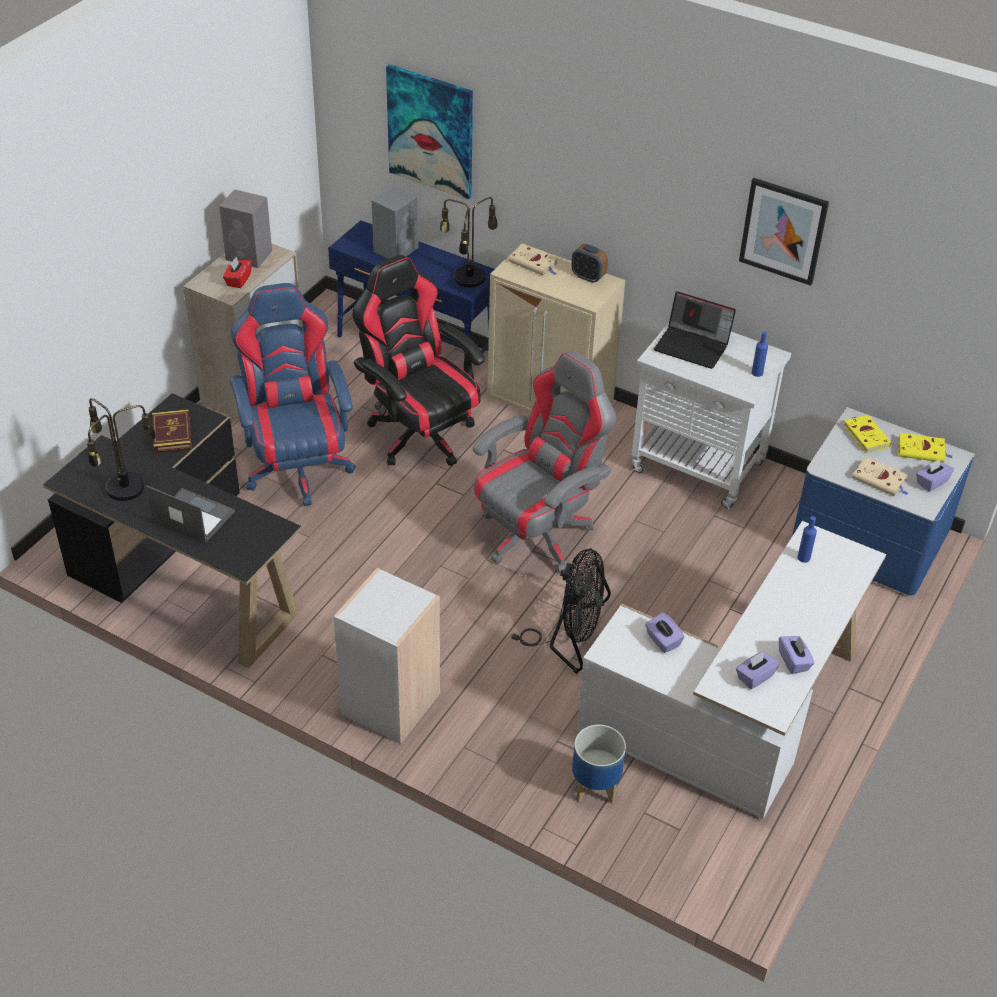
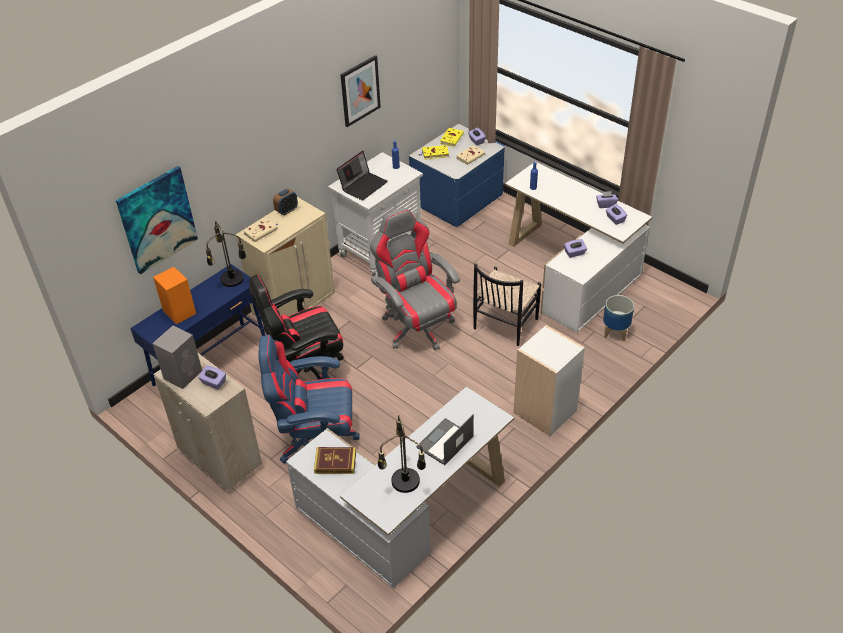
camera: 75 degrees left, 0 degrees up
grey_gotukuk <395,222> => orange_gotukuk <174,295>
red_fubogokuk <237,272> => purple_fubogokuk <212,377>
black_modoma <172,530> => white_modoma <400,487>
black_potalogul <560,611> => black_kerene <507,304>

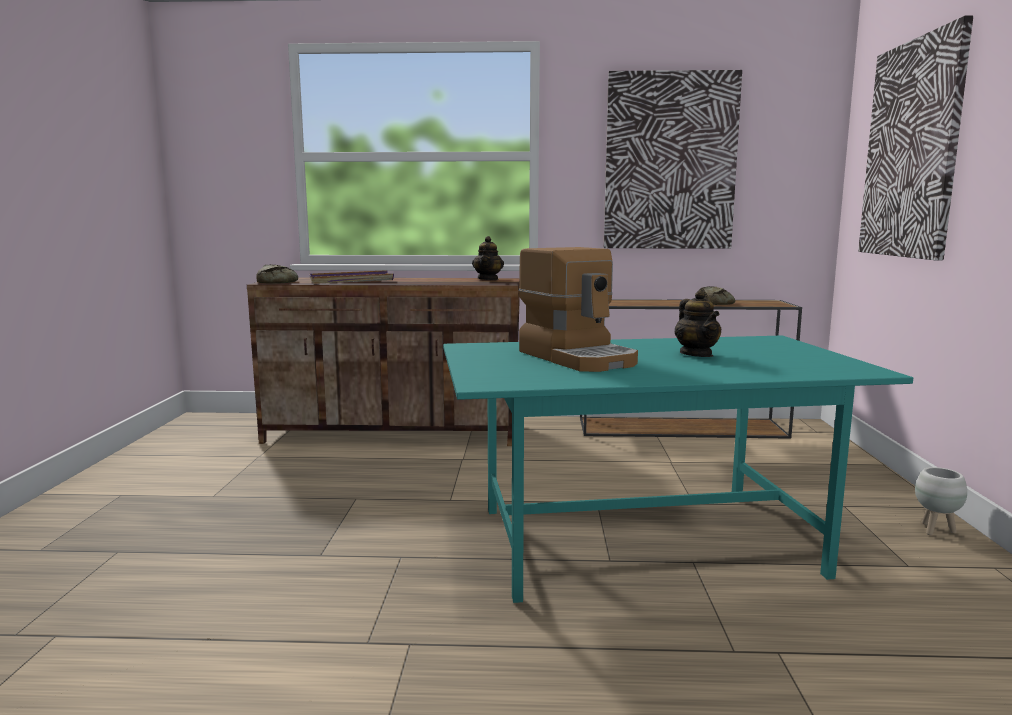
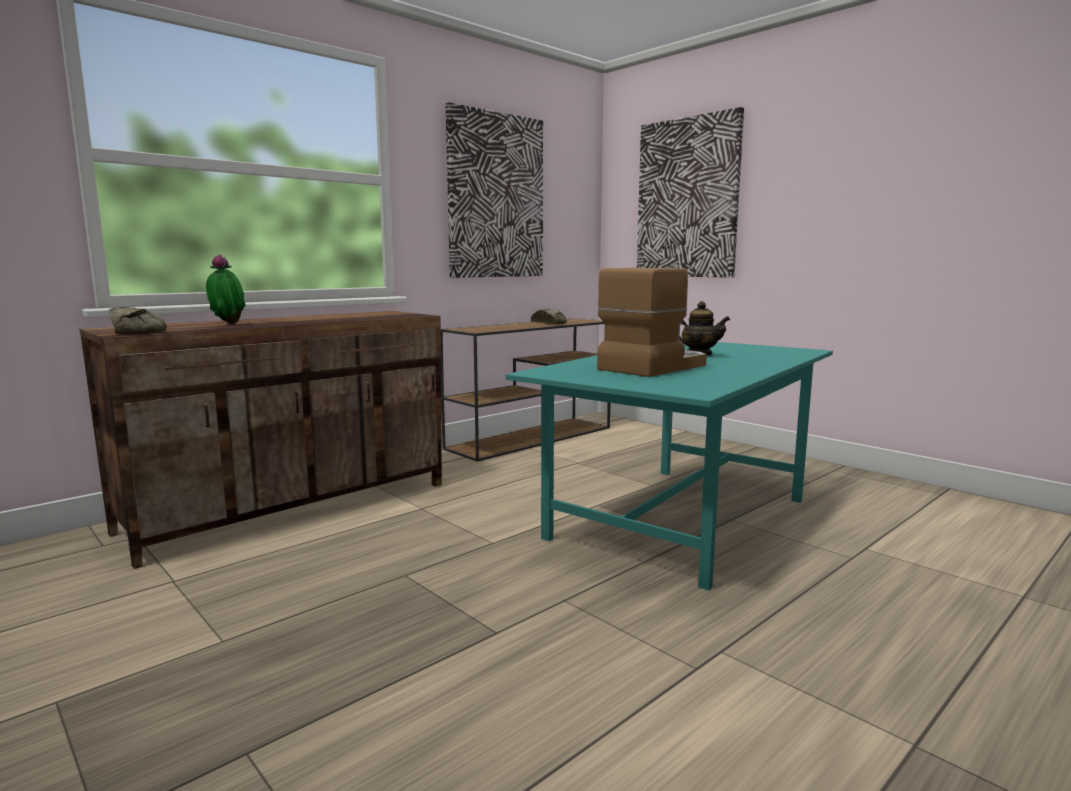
camera: 45 degrees left, 0 degrees up
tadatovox <488,258> => nothing
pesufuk <578,309> => pesufuk <652,322>, 60 degrees counterclockwise
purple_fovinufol <352,277> => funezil <226,289>
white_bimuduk <941,501> => nothing

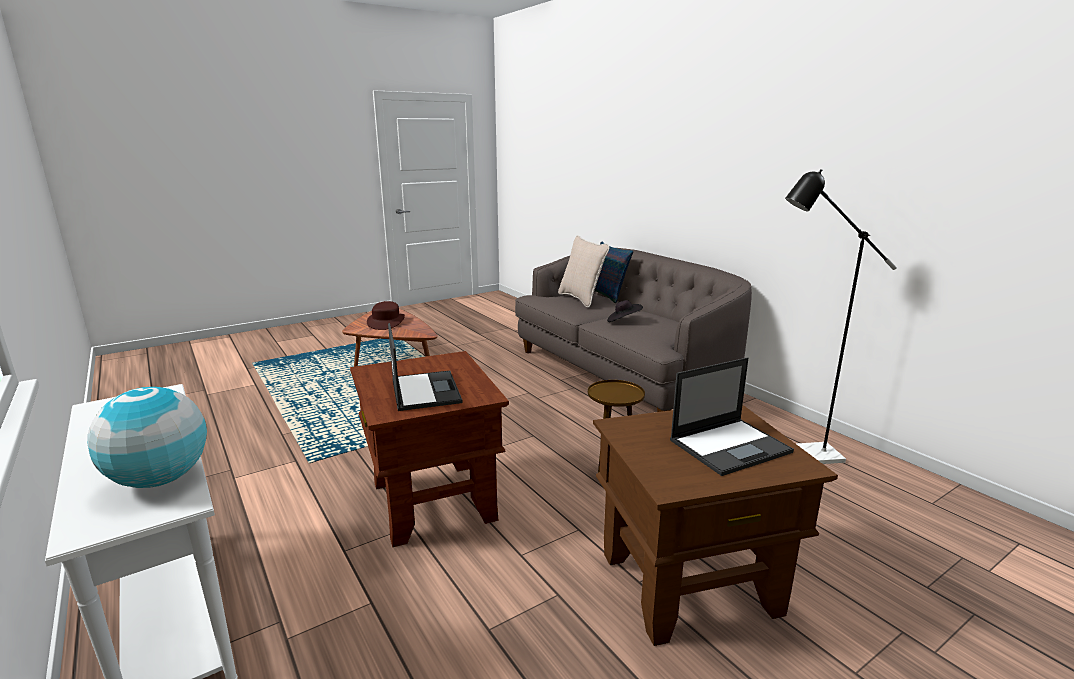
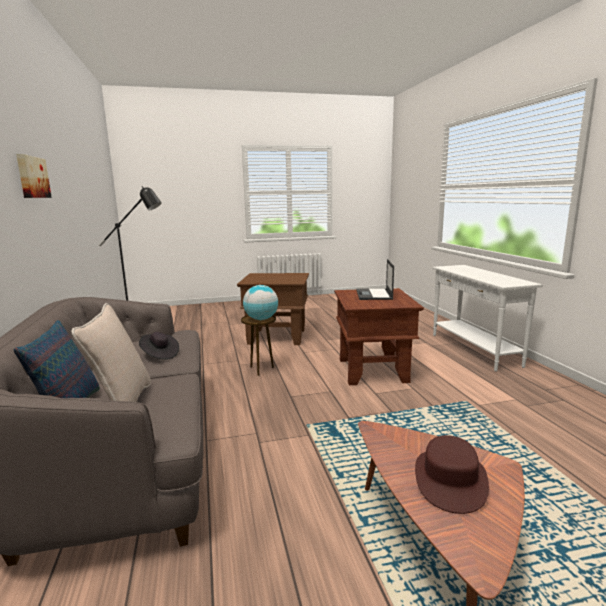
camera: 160 degrees left, 5 degrees down
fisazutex <732,416> => nothing
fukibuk <147,437> => fukibuk <260,302>, moved
nothing => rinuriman <34,176>

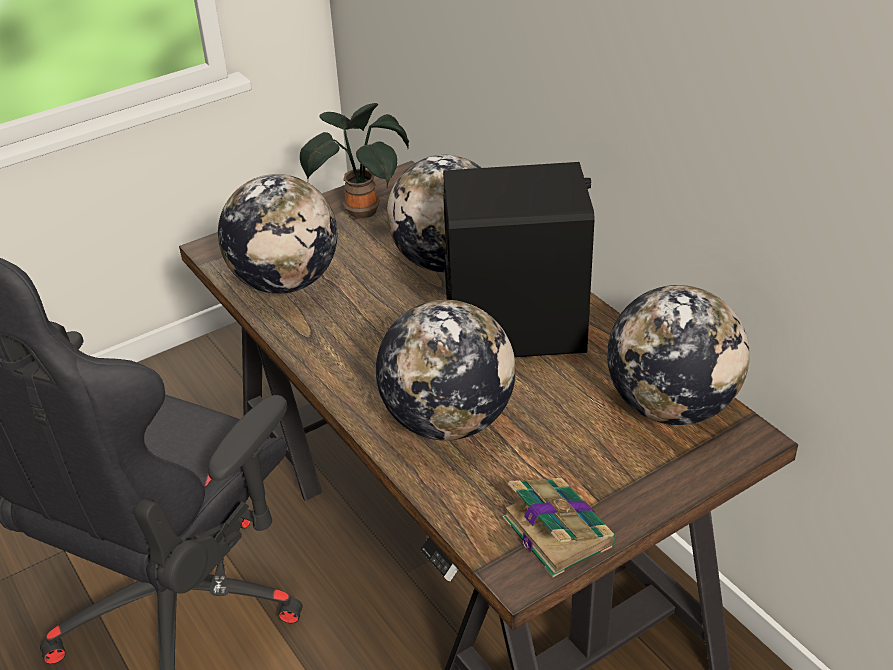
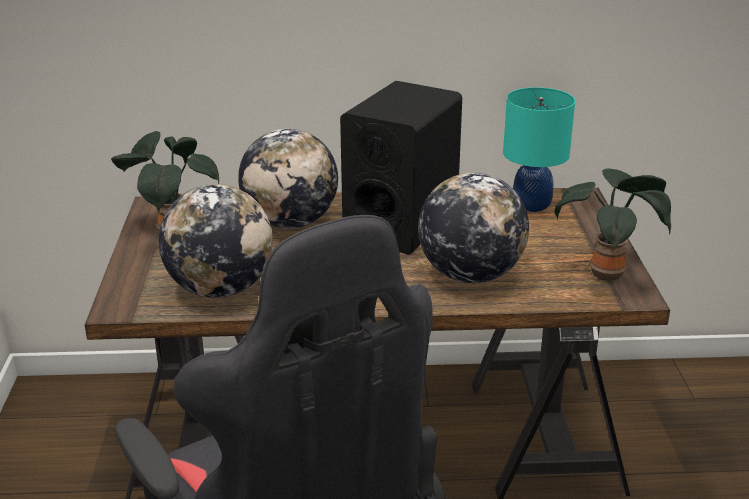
camera: 60 degrees left, 10 degrees down
fukibuk <678,355> => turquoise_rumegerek <539,149>
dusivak <559,528> => funezil <613,224>

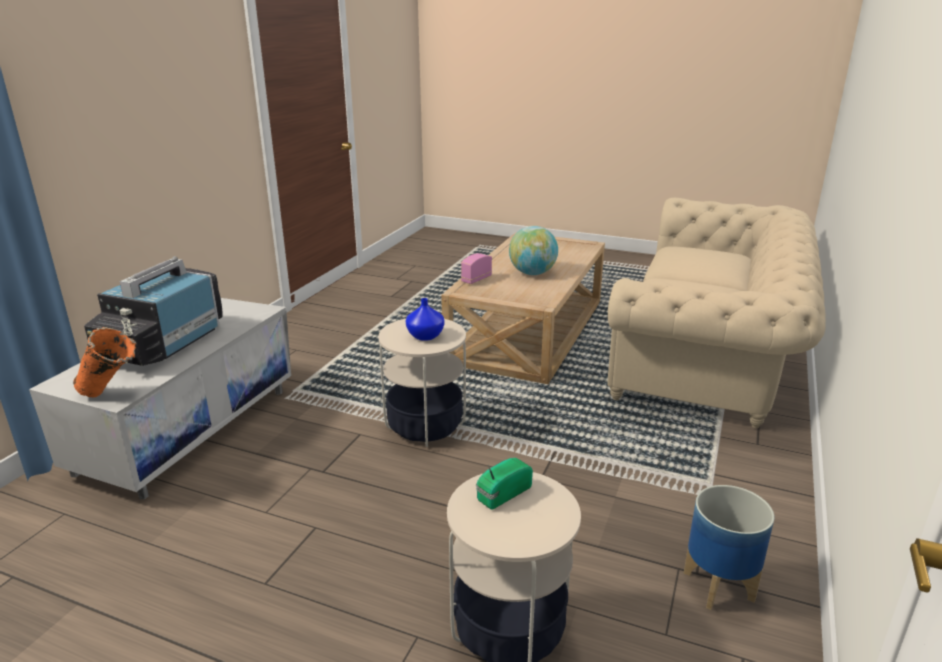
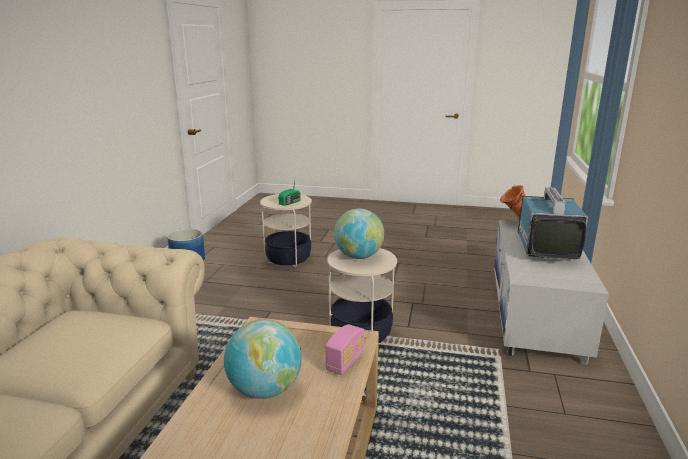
camera: 170 degrees right, 5 degrees down
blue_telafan <425,319> => fukibuk <359,234>

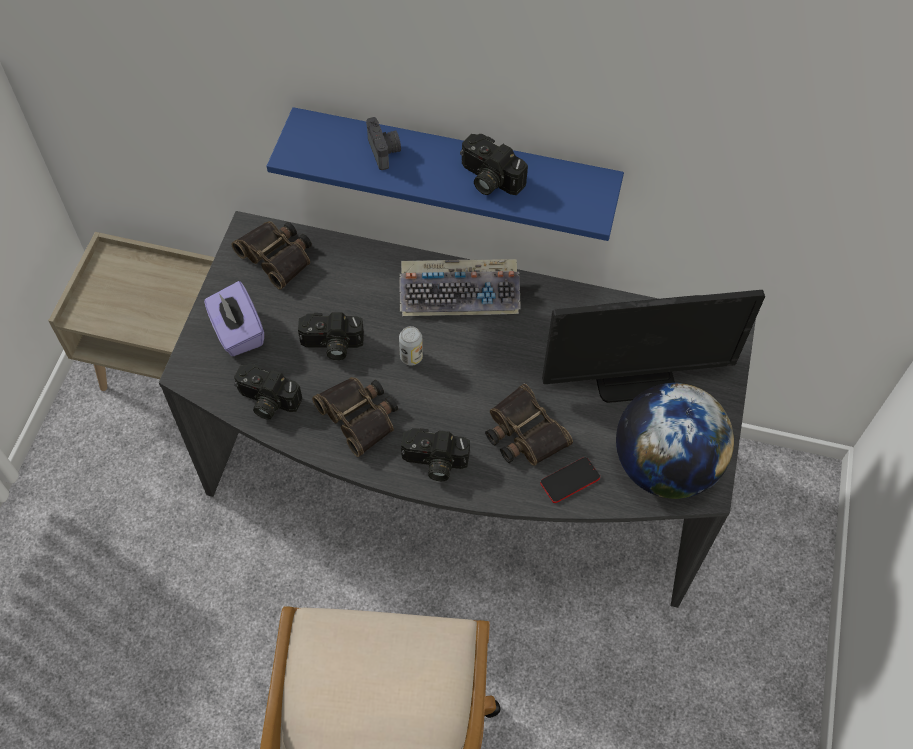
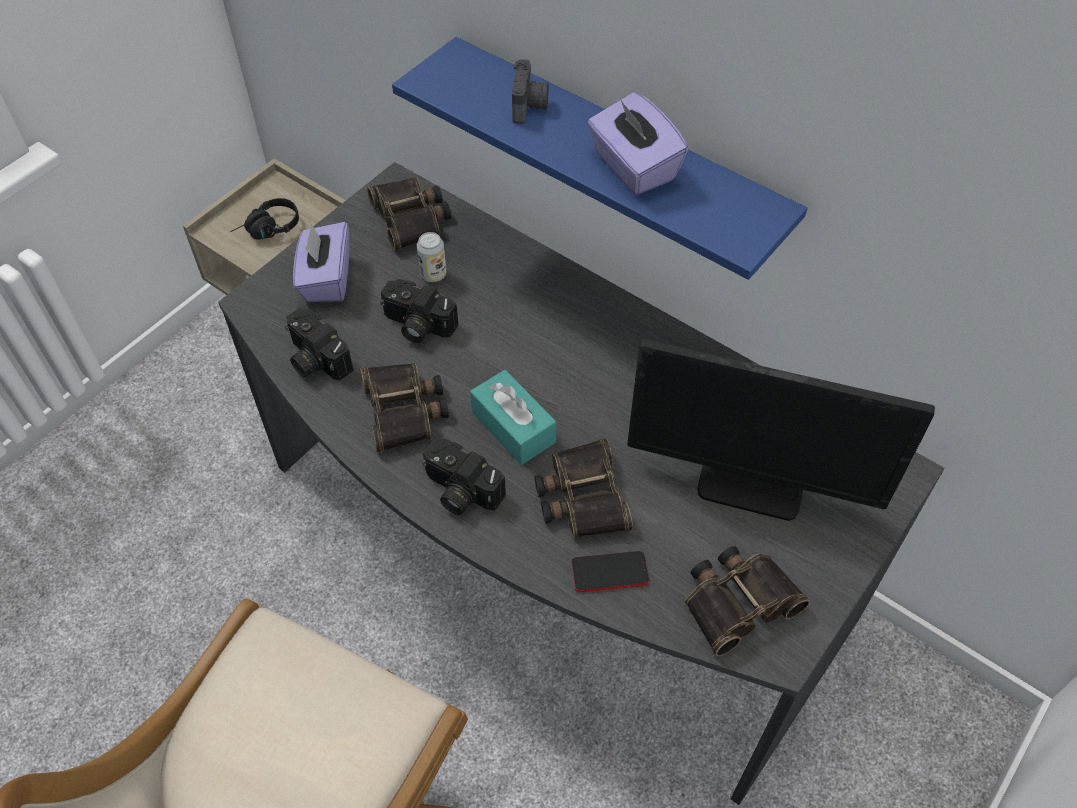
camera: 25 degrees right, 5 degrees down
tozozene <494,164> => purple_fubogokuk <638,143>
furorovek <460,287> => nothing
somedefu <411,346> => somedefu <431,257>, moved
fukibuk <675,441> => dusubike <747,601>
nothing => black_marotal <264,219>
nothing => turquoise_fubogokuk <513,417>

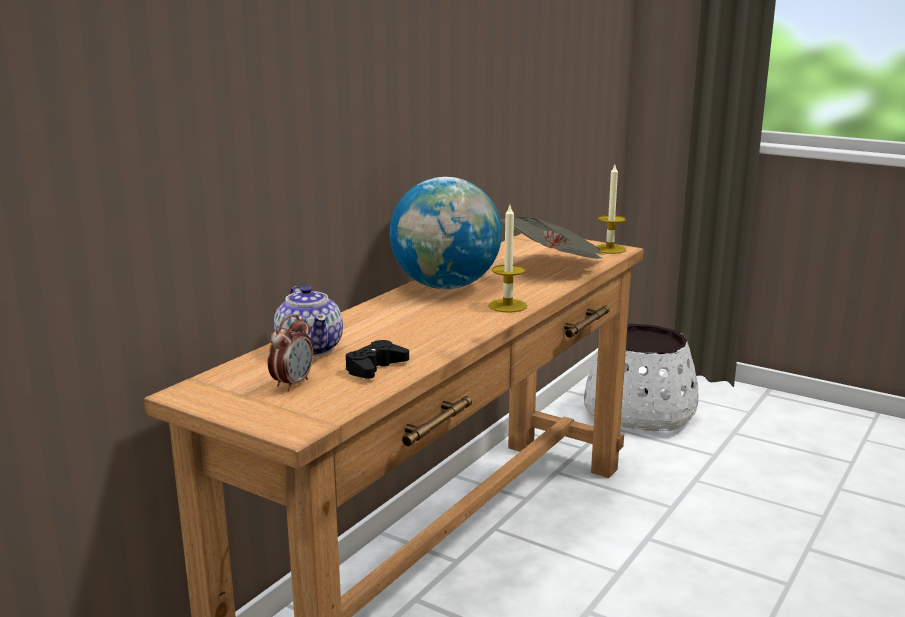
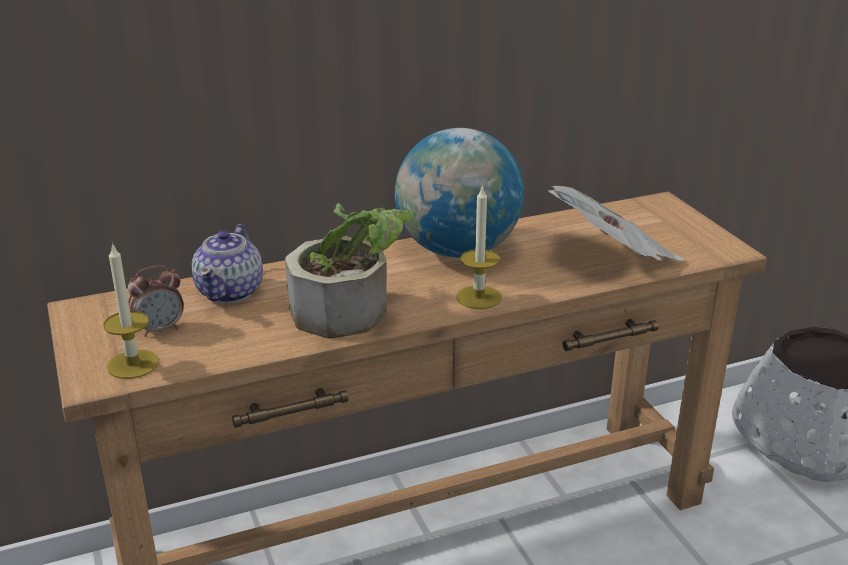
camera: 35 degrees right, 10 degrees up
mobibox <611,209> => mobibox <131,311>, moved
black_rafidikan <377,359> => nothing
nothing => funezil <349,270>

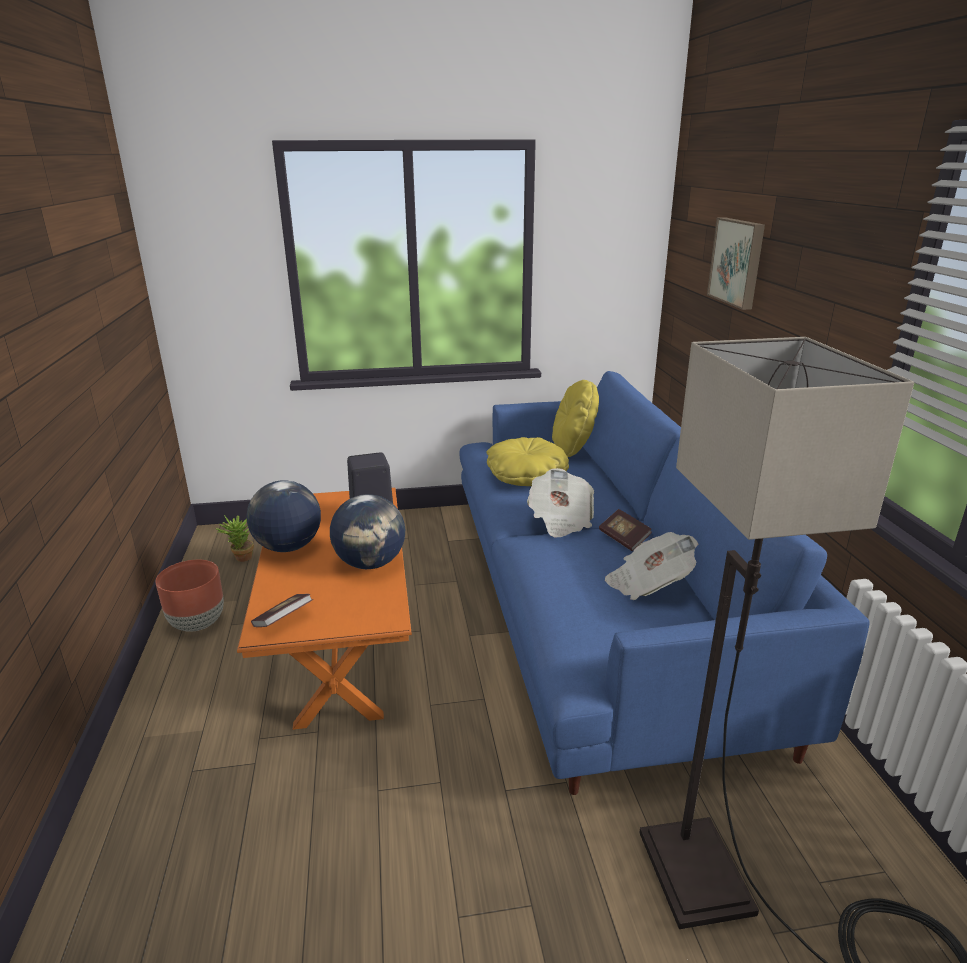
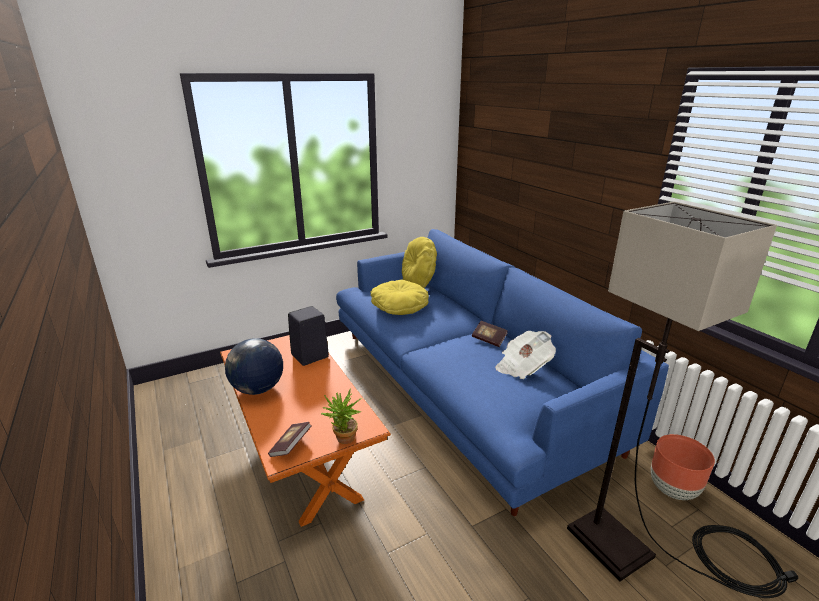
camera: 20 degrees left, 0 degrees up
rinuriman <736,263> => nothing
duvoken <560,503> => nothing
fukibuk <367,531> => nothing
funezil <235,538> => funezil <341,416>, moved
brown_bimuduk <189,596> => brown_bimuduk <683,467>, moved

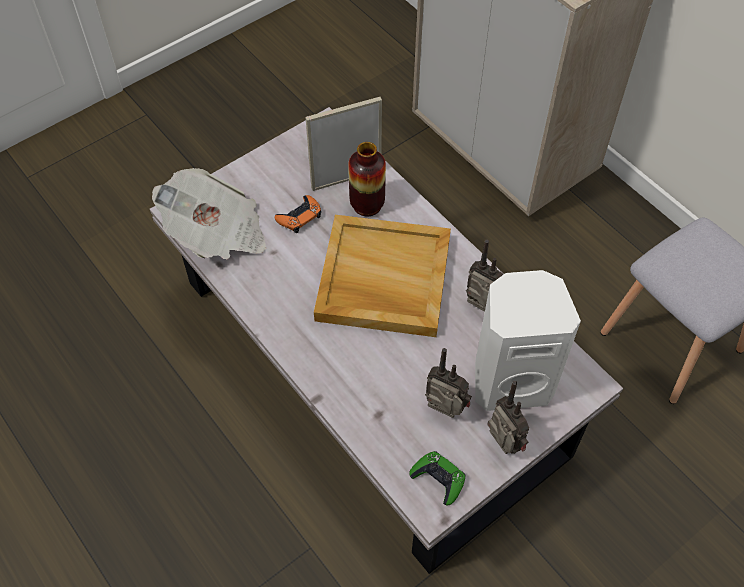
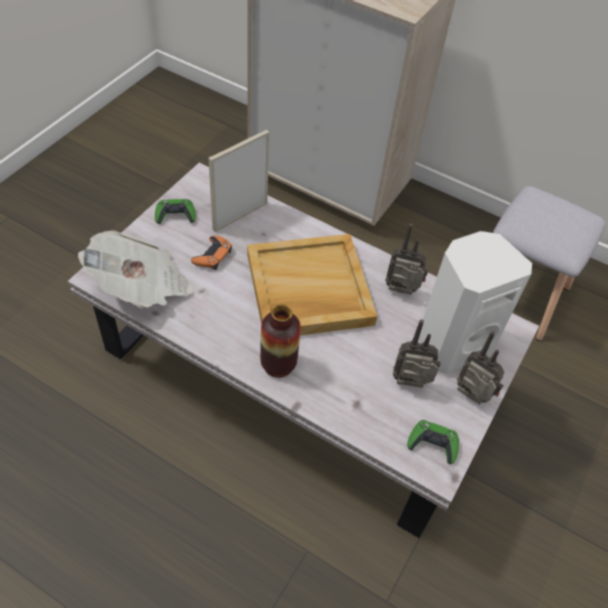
camera: 25 degrees left, 5 degrees down
telafan <367,179> => telafan <280,341>, moved
nothing => green_rafidikan <175,211>

